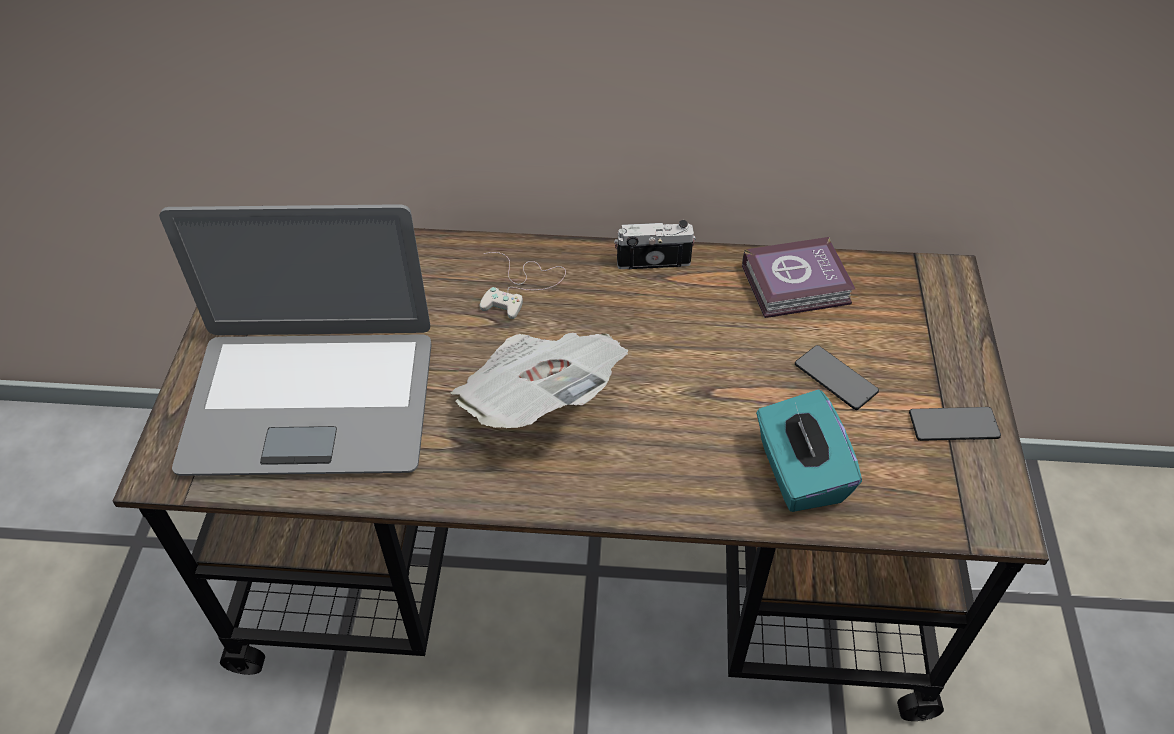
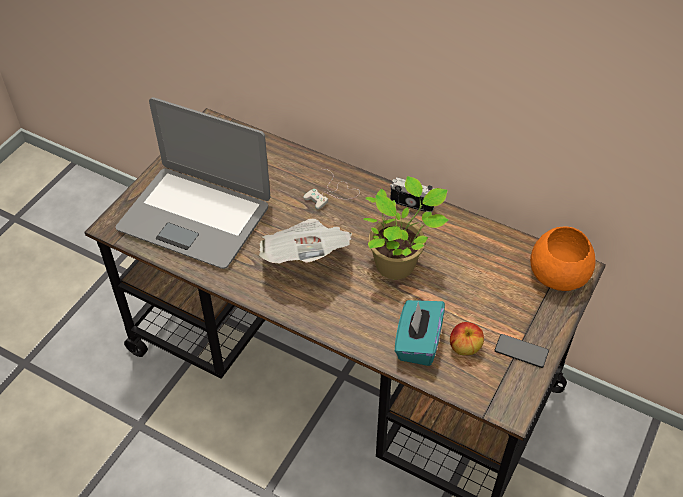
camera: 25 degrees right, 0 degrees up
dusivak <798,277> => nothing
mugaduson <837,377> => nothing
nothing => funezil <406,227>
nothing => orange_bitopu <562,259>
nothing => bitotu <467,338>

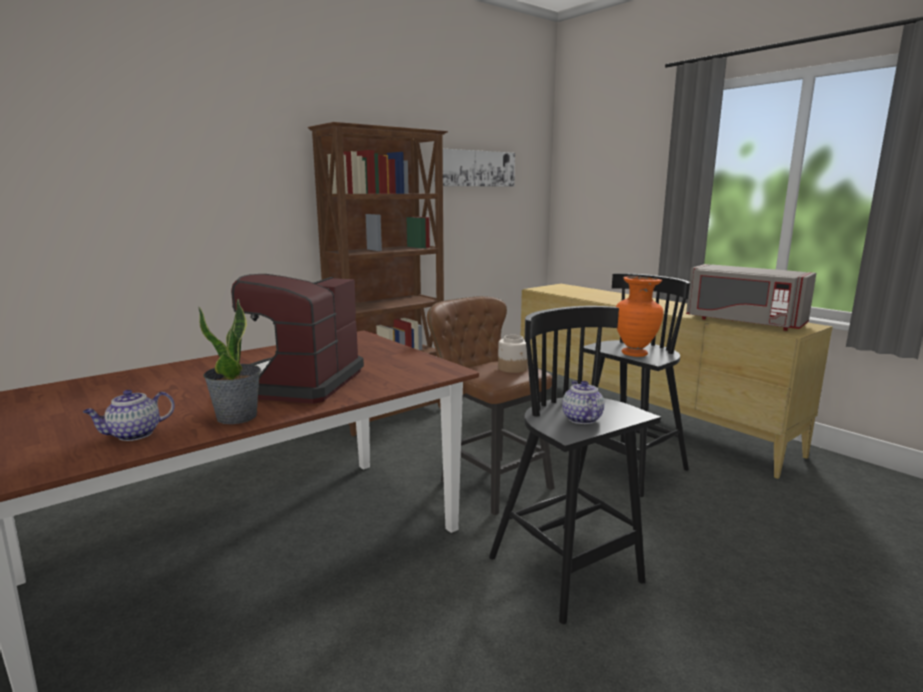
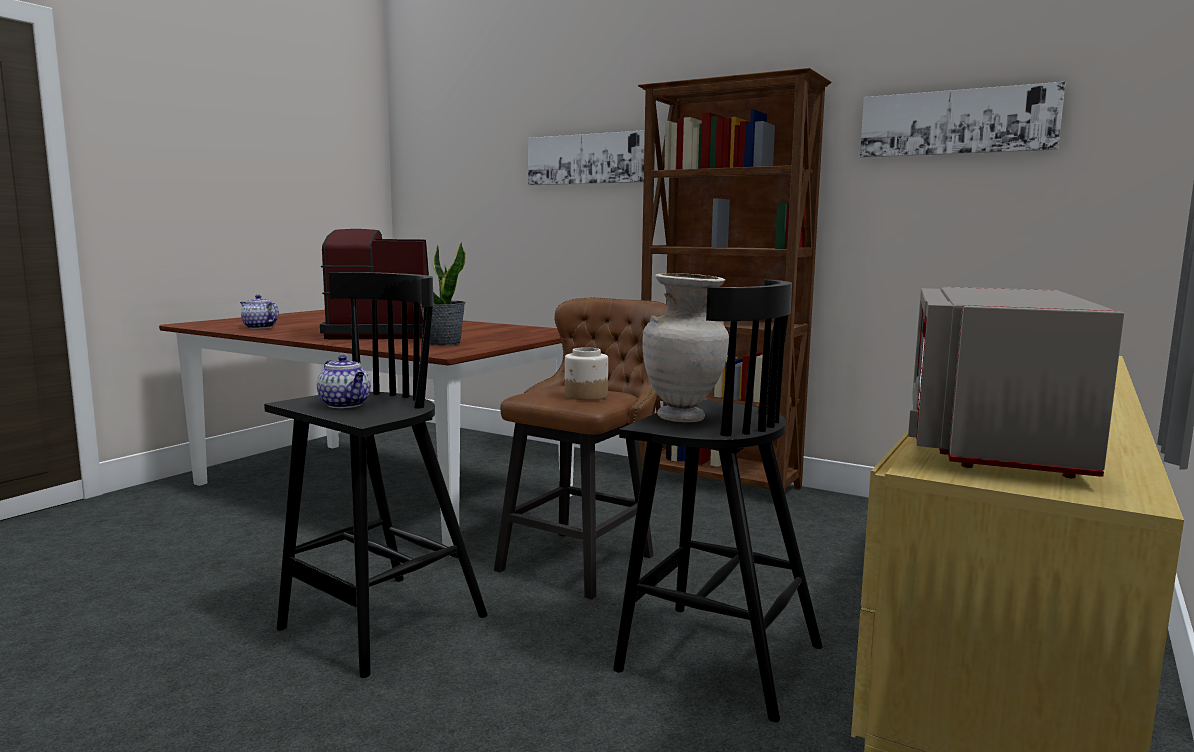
camera: 70 degrees right, 5 degrees down
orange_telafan <640,316> => beige_telafan <685,347>
funezil <229,361> => funezil <442,294>, moved
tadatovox <583,402> => tadatovox <344,381>, 75 degrees clockwise
nothing => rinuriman <586,157>

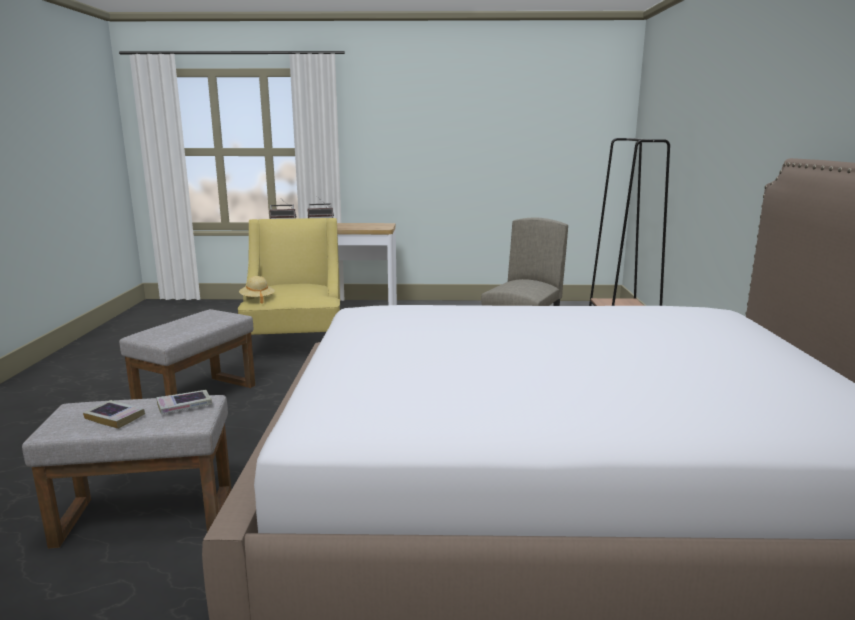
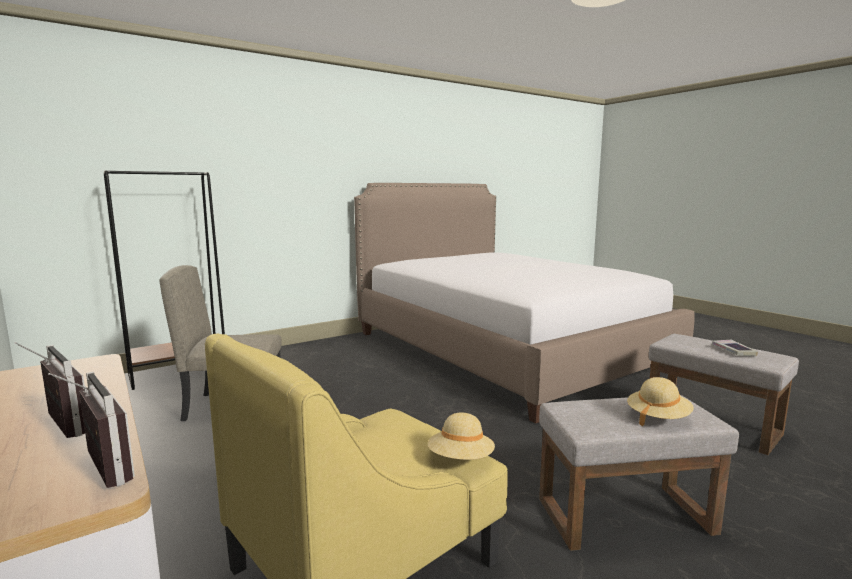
camera: 125 degrees left, 5 degrees down
dusivak <184,402> => nothing
nothing => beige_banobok <660,402>

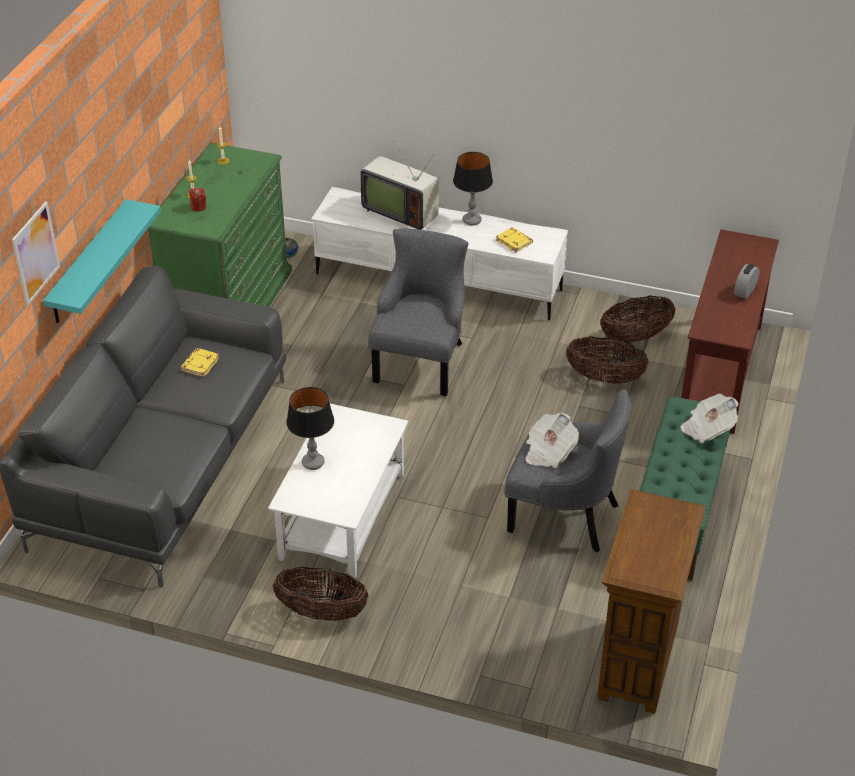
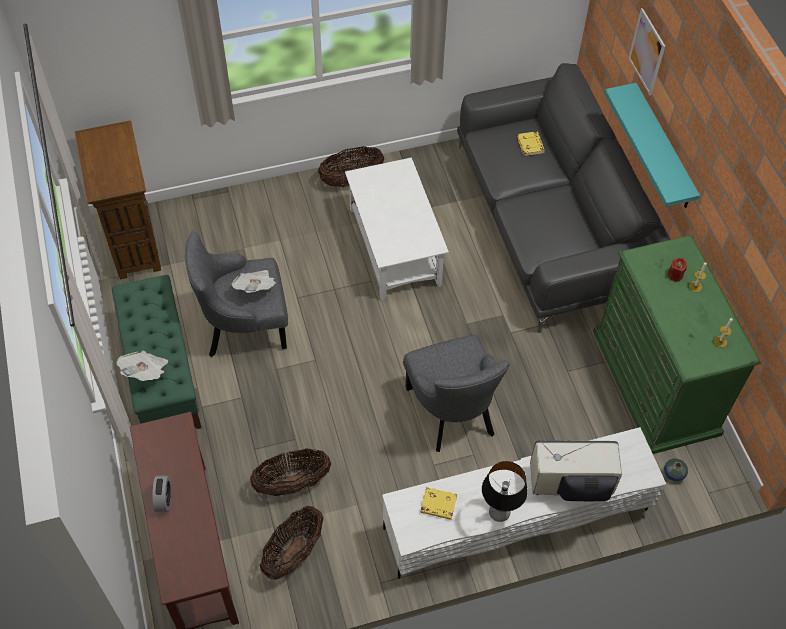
camera: 145 degrees right, 15 degrees up
yellow_dusivak <200,362> => yellow_dusivak <531,143>, moved
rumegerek <310,428> => nothing

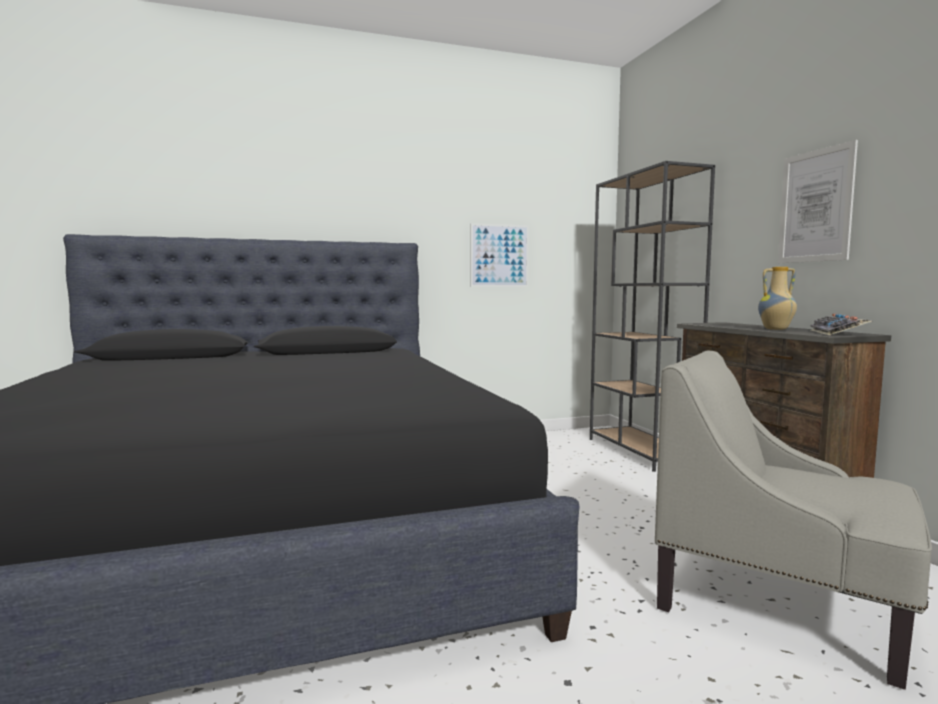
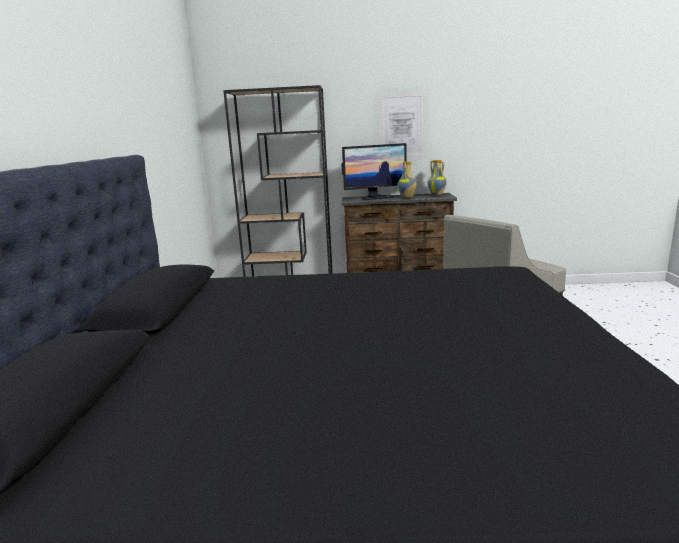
camera: 70 degrees left, 10 degrees up
rinuriman <499,255> => nothing
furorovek <841,324> => telafan <437,178>
nothing => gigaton <374,171>

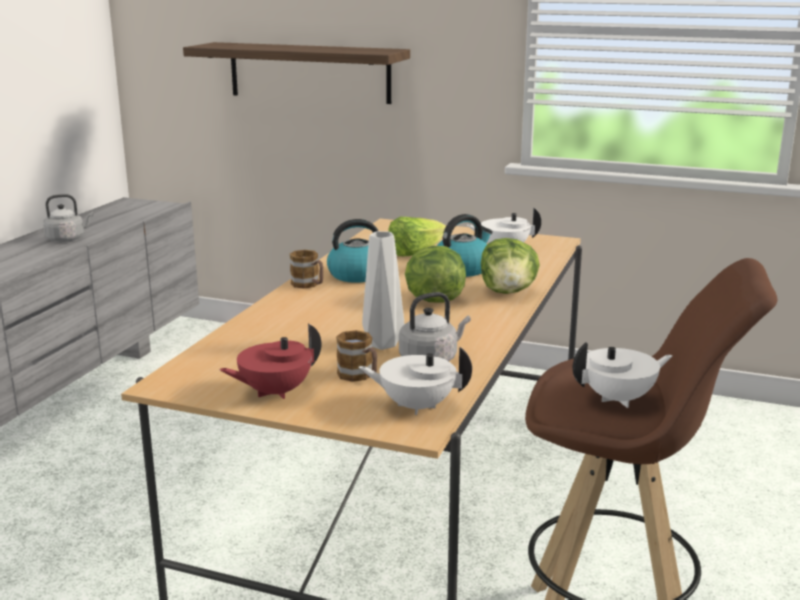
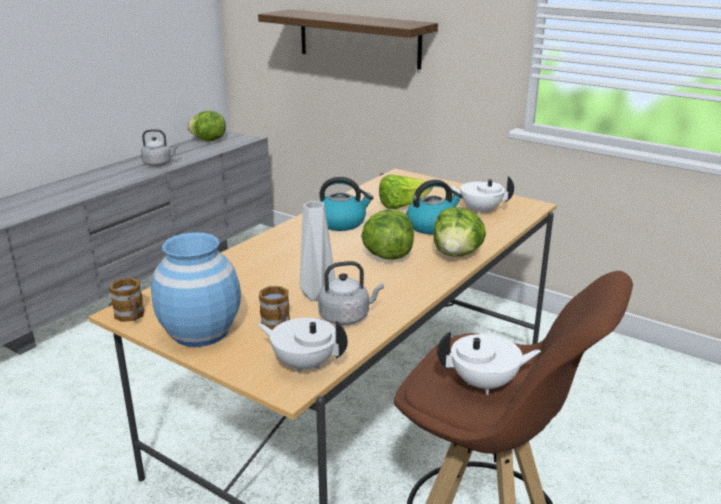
camera: 15 degrees right, 5 degrees up
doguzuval <306,269> => doguzuval <126,300>, moved
red_tadatovox <270,361> => blue_telafan <196,289>
nothing => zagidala <206,126>

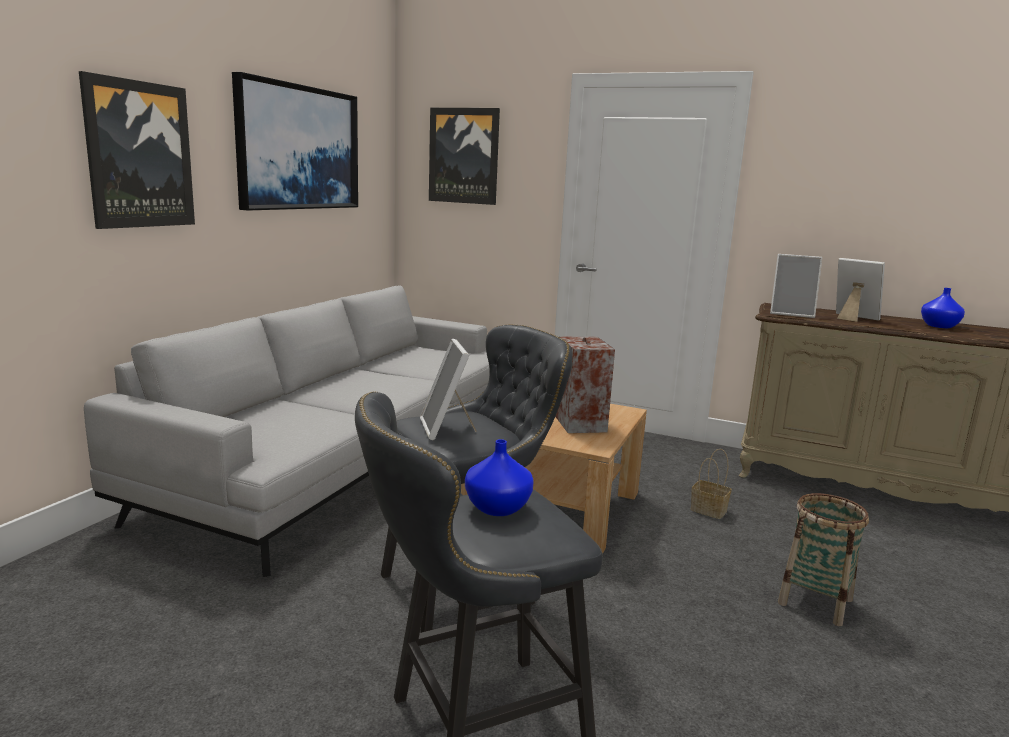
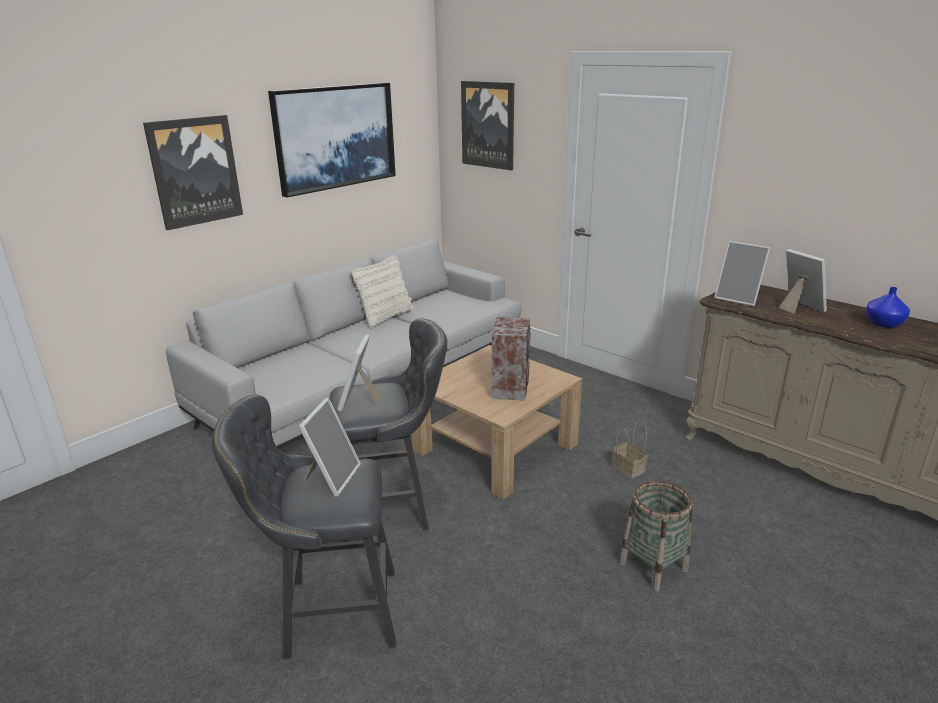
camera: 20 degrees right, 10 degrees up
blue_telafan <499,477> => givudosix <329,447>
nothing => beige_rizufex <382,291>

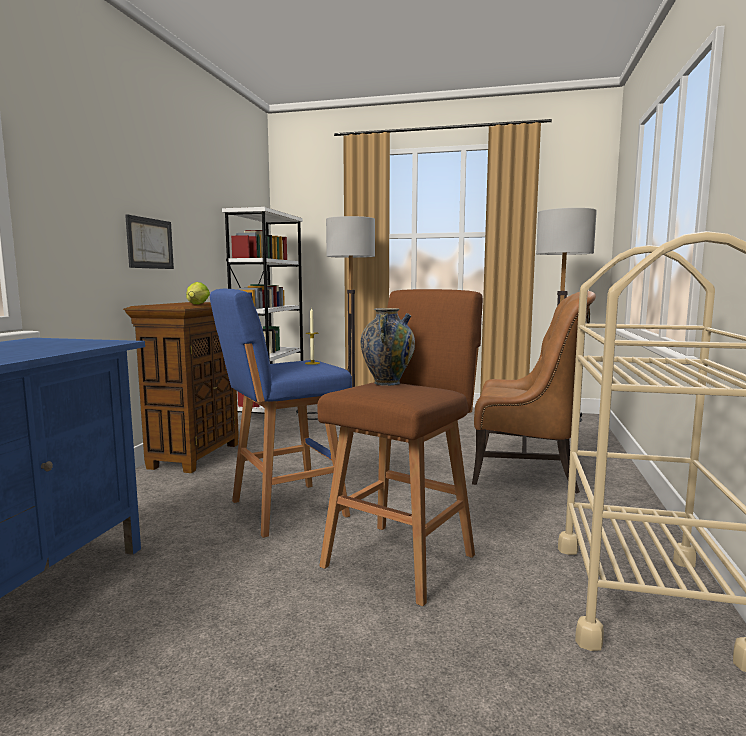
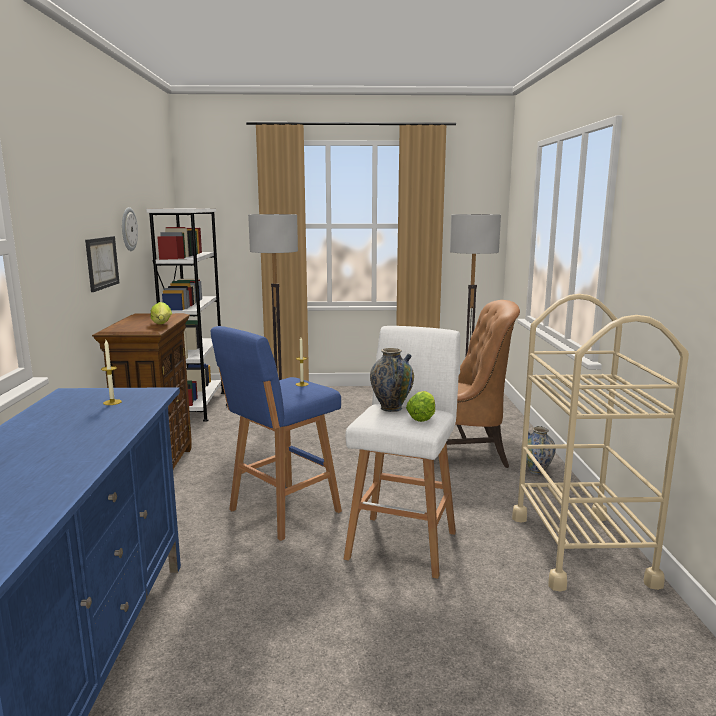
camera: 15 degrees left, 5 degrees up
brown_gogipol <400,447> => white_gogipol <402,452>
nothing => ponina <130,229>
nothing => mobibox <111,372>
nothing => zagidala <420,406>
nothing => telafan <538,450>

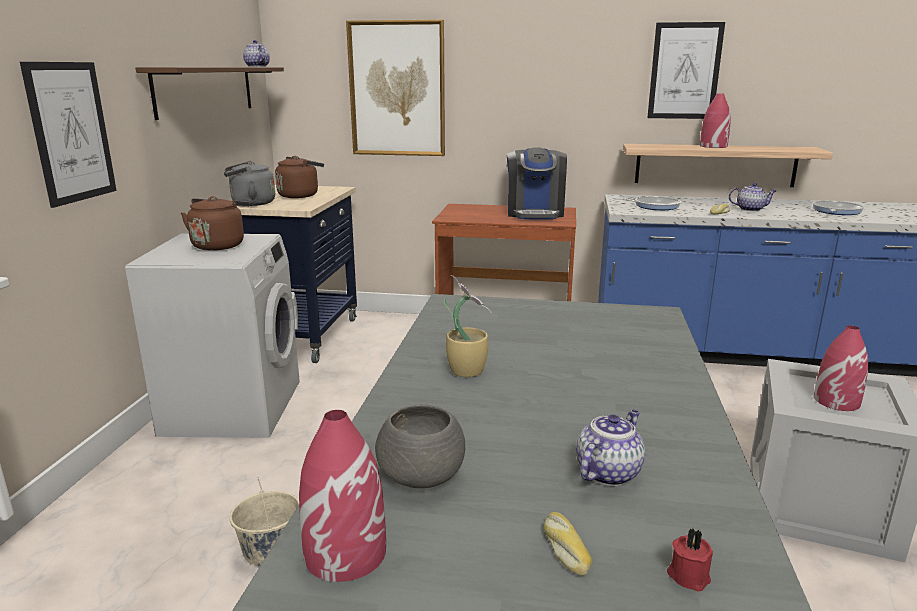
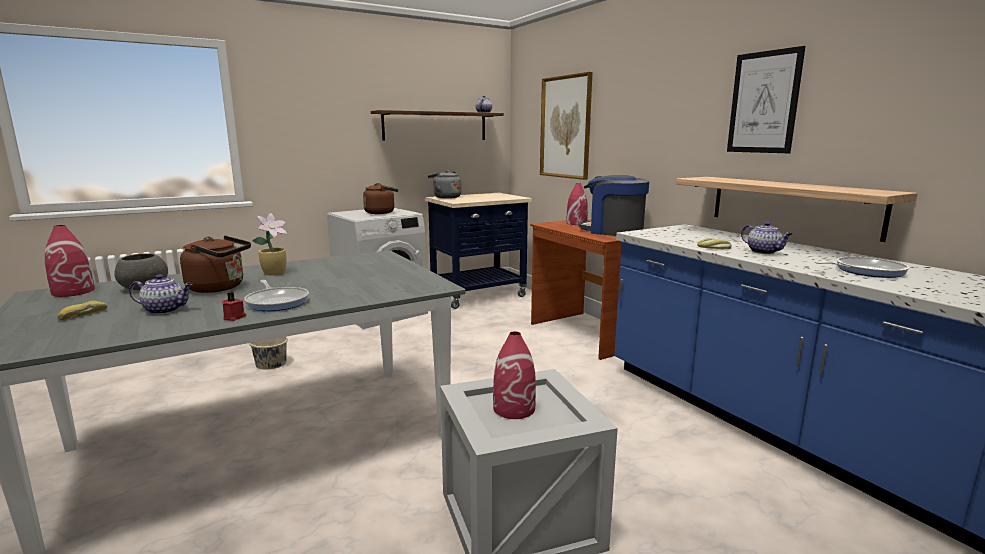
camera: 50 degrees right, 5 degrees down
rinuriman <68,135> => nothing
red_telafan <715,120> => red_telafan <577,204>, moved
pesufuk <537,183> => pesufuk <614,205>, 75 degrees clockwise
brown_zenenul <299,177> => brown_zenenul <215,264>, moved
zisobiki <647,203> => zisobiki <276,295>, moved
red_mobibox <690,560> => red_mobibox <234,306>, moved

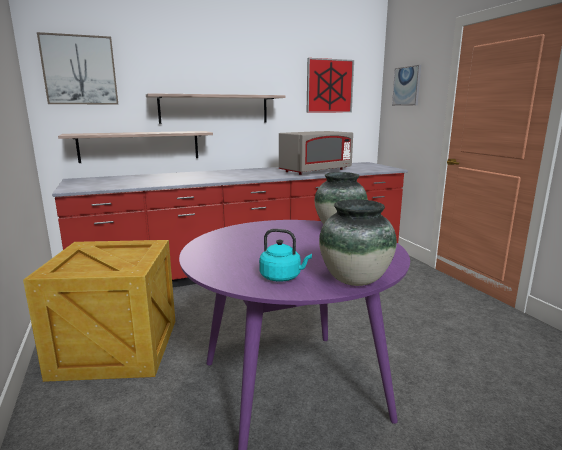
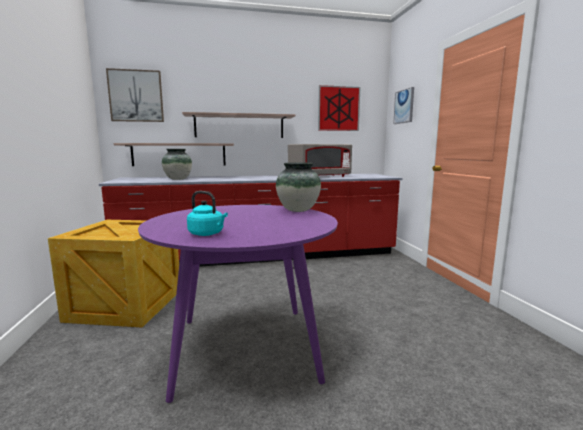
camera: 10 degrees right, 5 degrees down
telafan <358,242> => telafan <177,164>, moved

